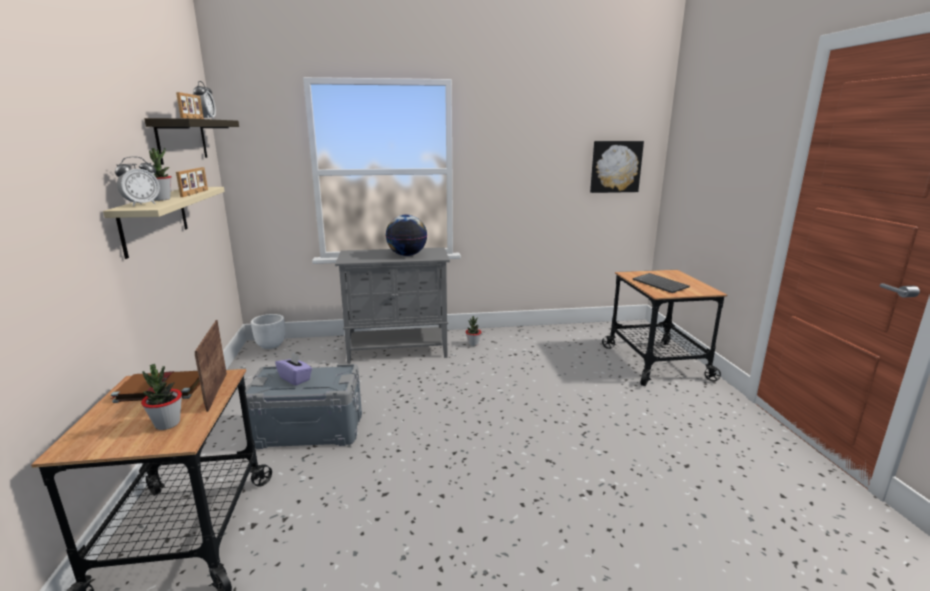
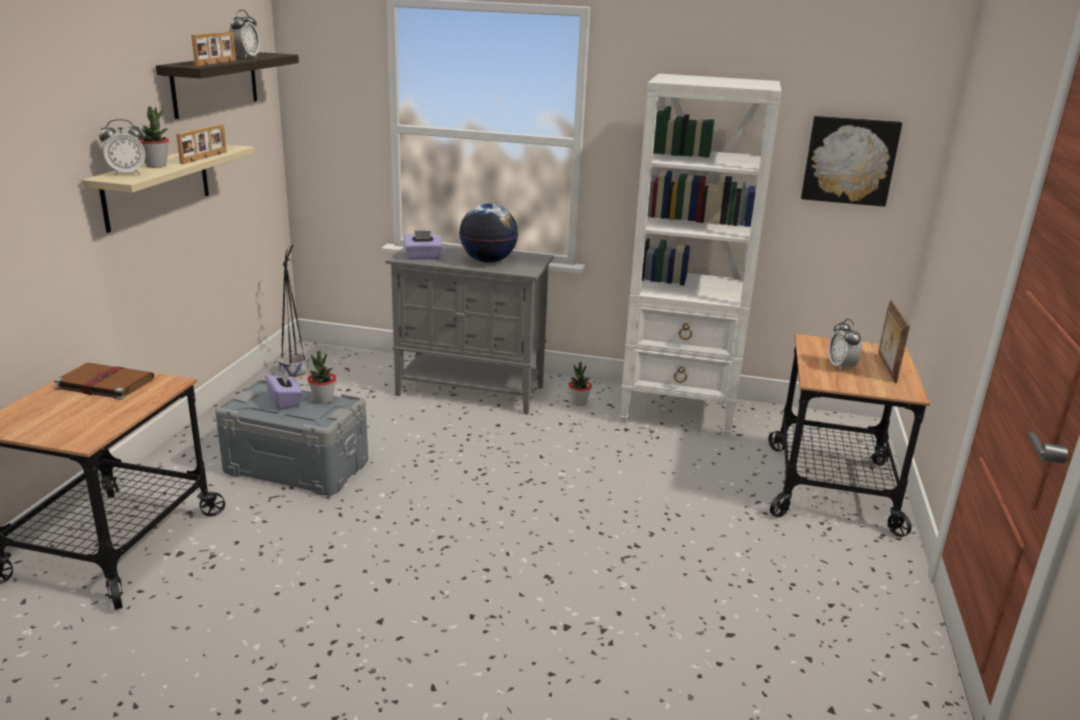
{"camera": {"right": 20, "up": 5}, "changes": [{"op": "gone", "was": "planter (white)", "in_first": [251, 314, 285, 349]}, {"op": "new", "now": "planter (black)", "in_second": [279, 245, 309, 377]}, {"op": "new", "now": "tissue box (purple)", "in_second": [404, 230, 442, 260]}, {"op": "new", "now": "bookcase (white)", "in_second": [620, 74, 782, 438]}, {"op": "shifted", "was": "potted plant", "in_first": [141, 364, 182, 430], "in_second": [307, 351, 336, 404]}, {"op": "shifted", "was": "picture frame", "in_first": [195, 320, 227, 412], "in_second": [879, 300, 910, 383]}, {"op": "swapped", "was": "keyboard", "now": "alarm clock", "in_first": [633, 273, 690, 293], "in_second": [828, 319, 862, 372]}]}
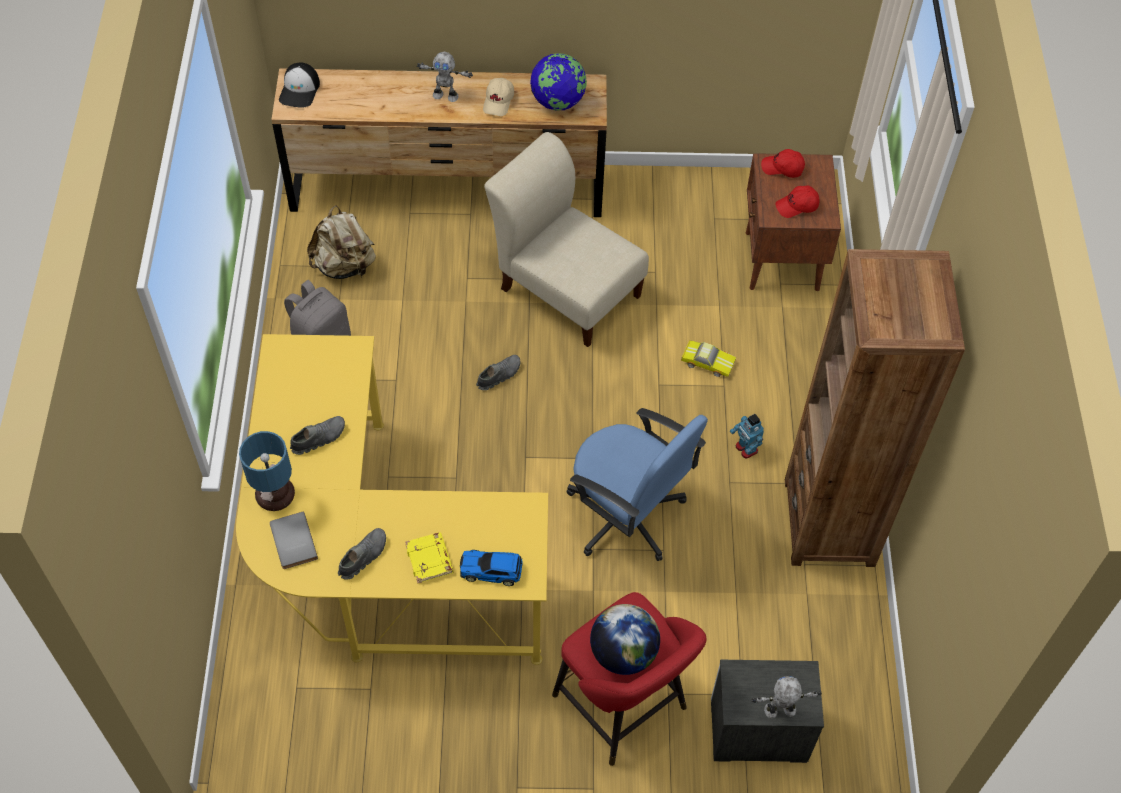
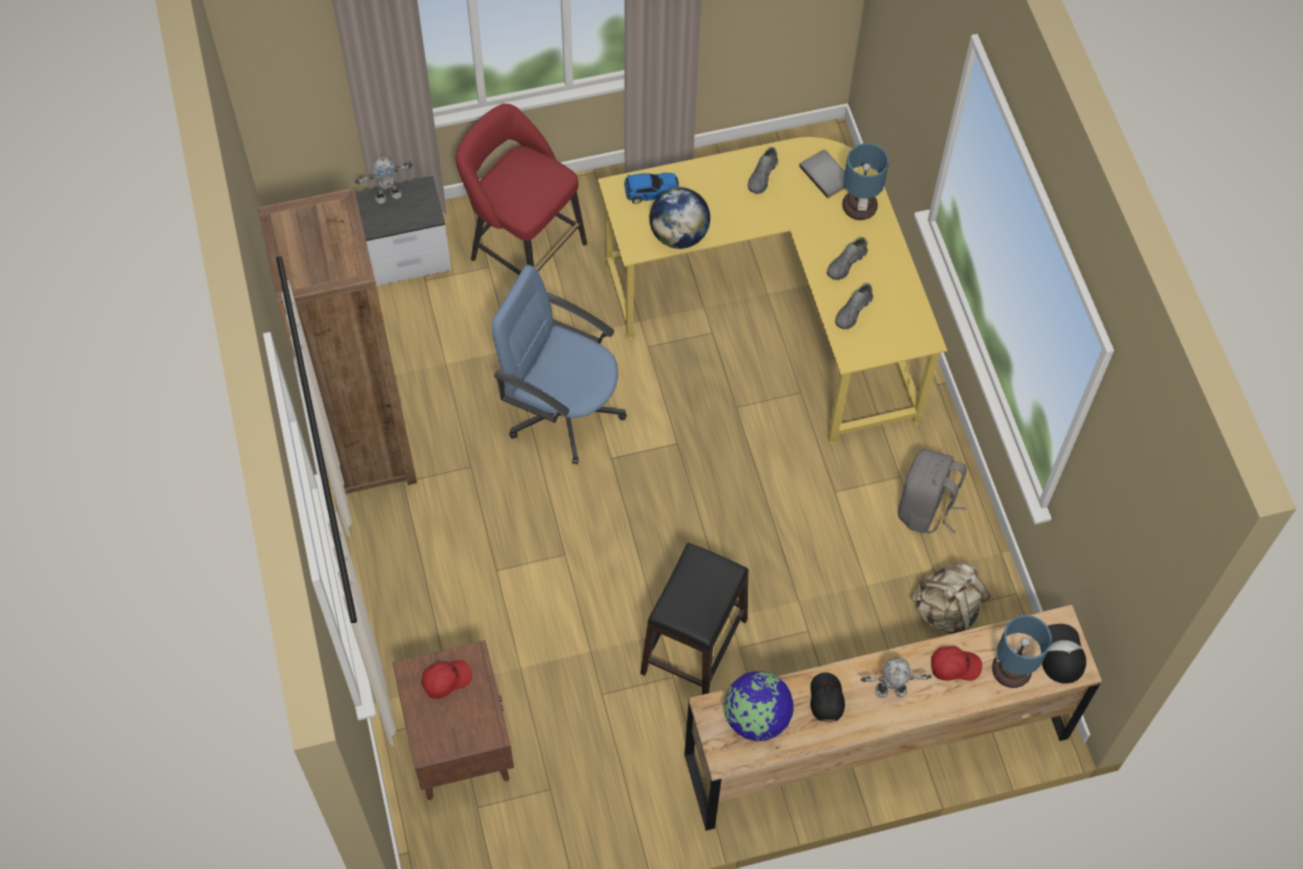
{"camera": {"right": 165, "up": 5}, "changes": [{"op": "gone", "was": "book (yellow)", "in_first": [405, 532, 453, 583]}, {"op": "gone", "was": "toy car", "in_first": [681, 340, 736, 377]}, {"op": "gone", "was": "toy robot", "in_first": [730, 414, 764, 459]}, {"op": "new", "now": "table lamp", "in_second": [992, 615, 1052, 688]}, {"op": "shifted", "was": "shoe (grey)", "in_first": [476, 355, 520, 390], "in_second": [835, 283, 873, 329]}, {"op": "shifted", "was": "globe", "in_first": [590, 604, 660, 675], "in_second": [650, 188, 710, 249]}, {"op": "shifted", "was": "cap (red)", "in_first": [761, 149, 805, 178], "in_second": [931, 646, 982, 681]}, {"op": "swapped", "was": "chair (beige)", "now": "stool (black)", "in_first": [484, 132, 649, 347], "in_second": [640, 543, 749, 695]}, {"op": "repainted", "was": "cap (beige)", "now": "cap (black)", "in_first": [483, 78, 514, 116], "in_second": [810, 672, 845, 722]}]}
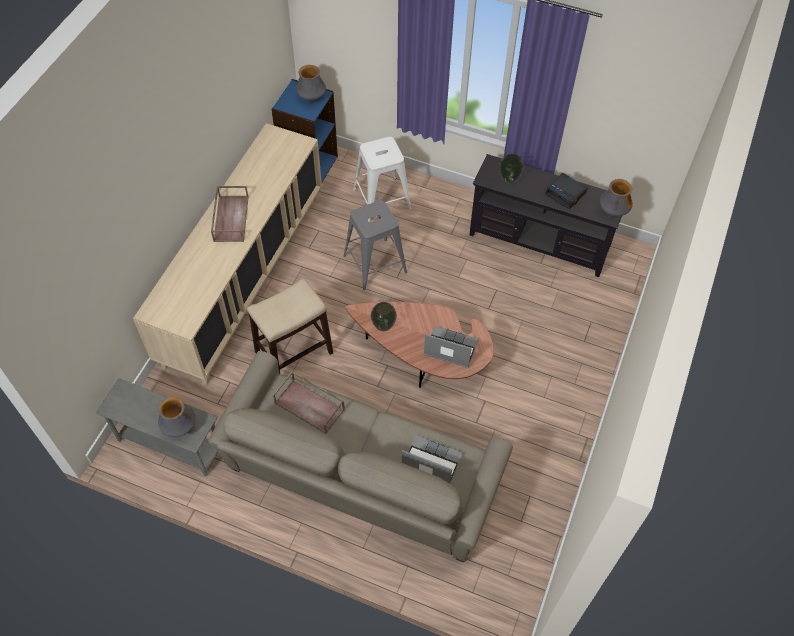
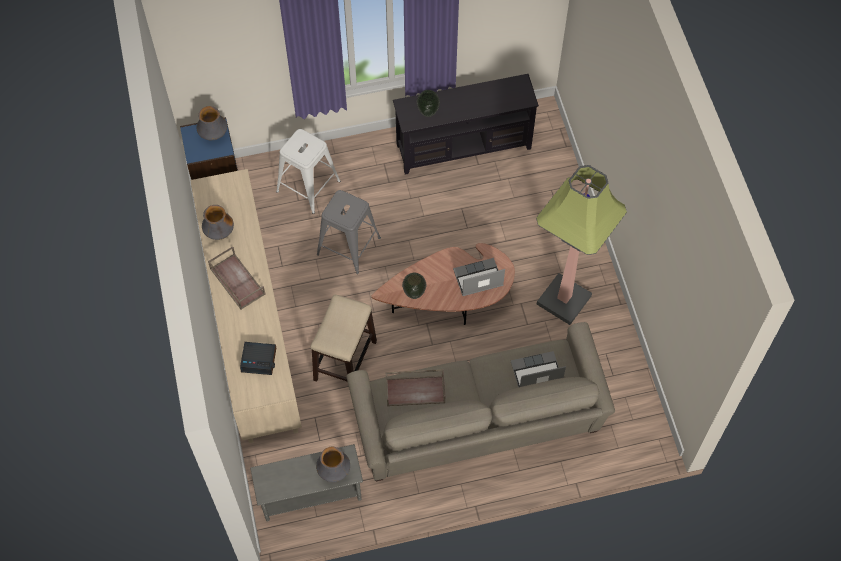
{"camera": {"right": -35, "up": 5}, "changes": [{"op": "new", "now": "floor lamp", "in_second": [536, 165, 627, 325]}, {"op": "shifted", "was": "alarm clock", "in_first": [545, 173, 587, 209], "in_second": [240, 342, 276, 375]}, {"op": "shifted", "was": "vase", "in_first": [600, 179, 633, 217], "in_second": [202, 205, 234, 240]}]}
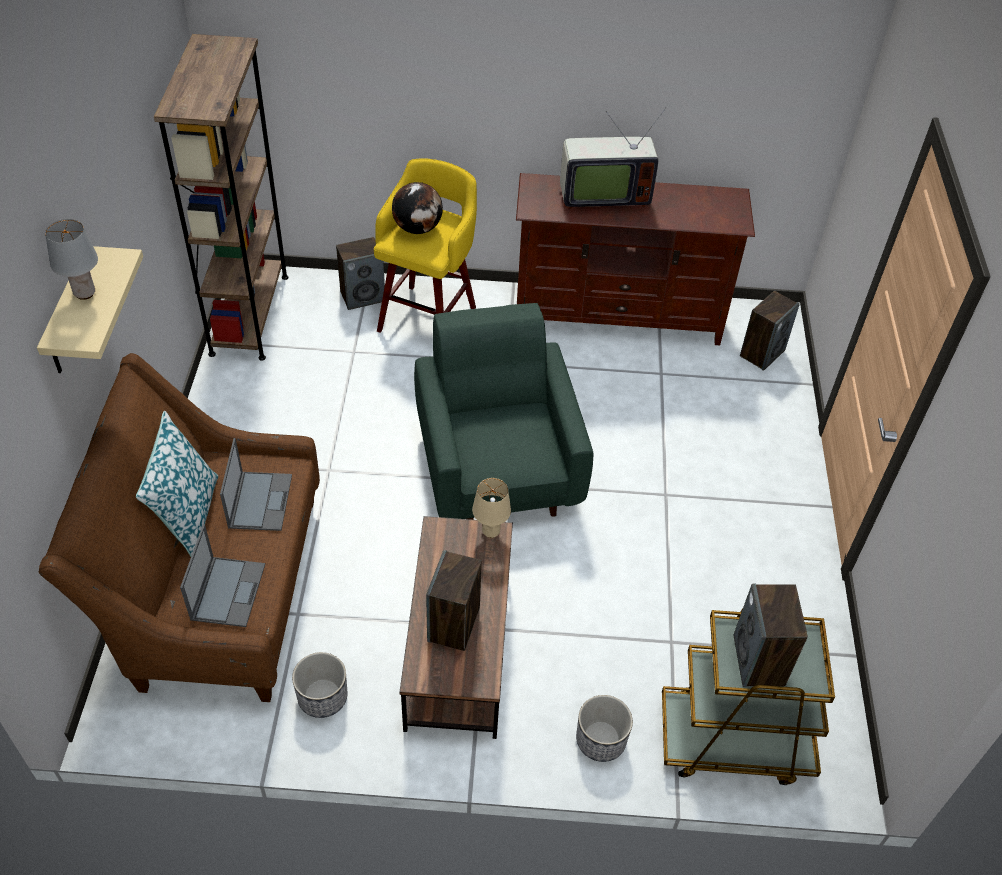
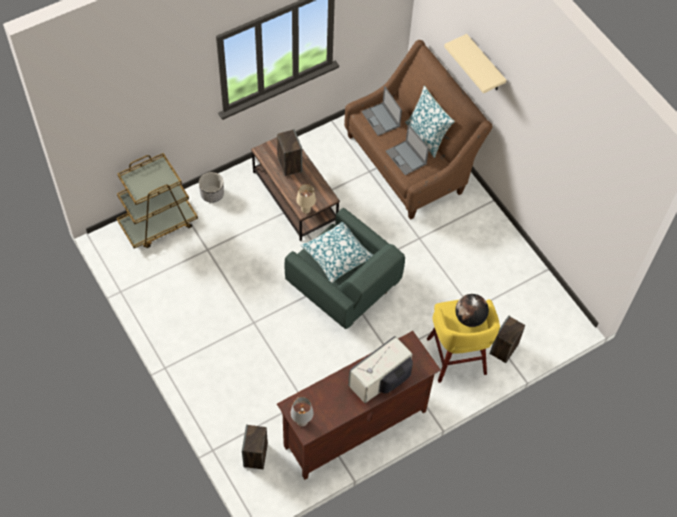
{"camera": {"right": 145, "up": 10}, "changes": [{"op": "gone", "was": "bookcase (brown)", "in_first": [154, 34, 289, 361]}, {"op": "gone", "was": "planter", "in_first": [292, 652, 348, 718]}, {"op": "gone", "was": "speaker", "in_first": [734, 584, 808, 687]}, {"op": "new", "now": "pillow", "in_second": [301, 222, 373, 283]}, {"op": "shifted", "was": "table lamp (grey)", "in_first": [45, 219, 98, 300], "in_second": [291, 397, 314, 426]}]}
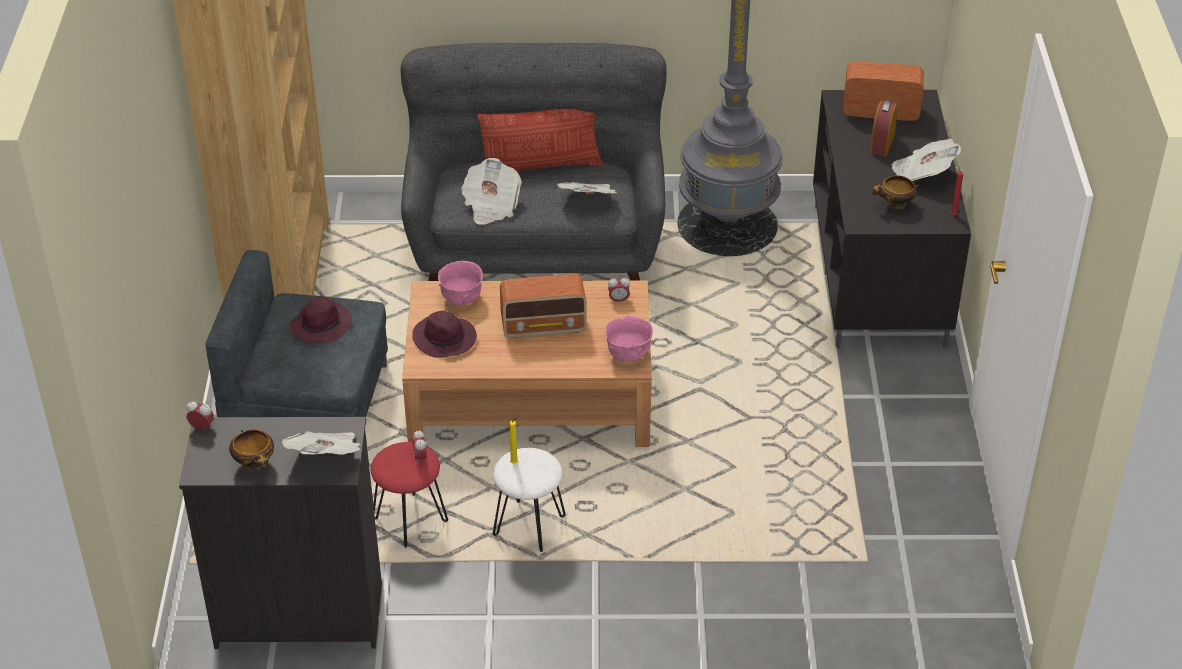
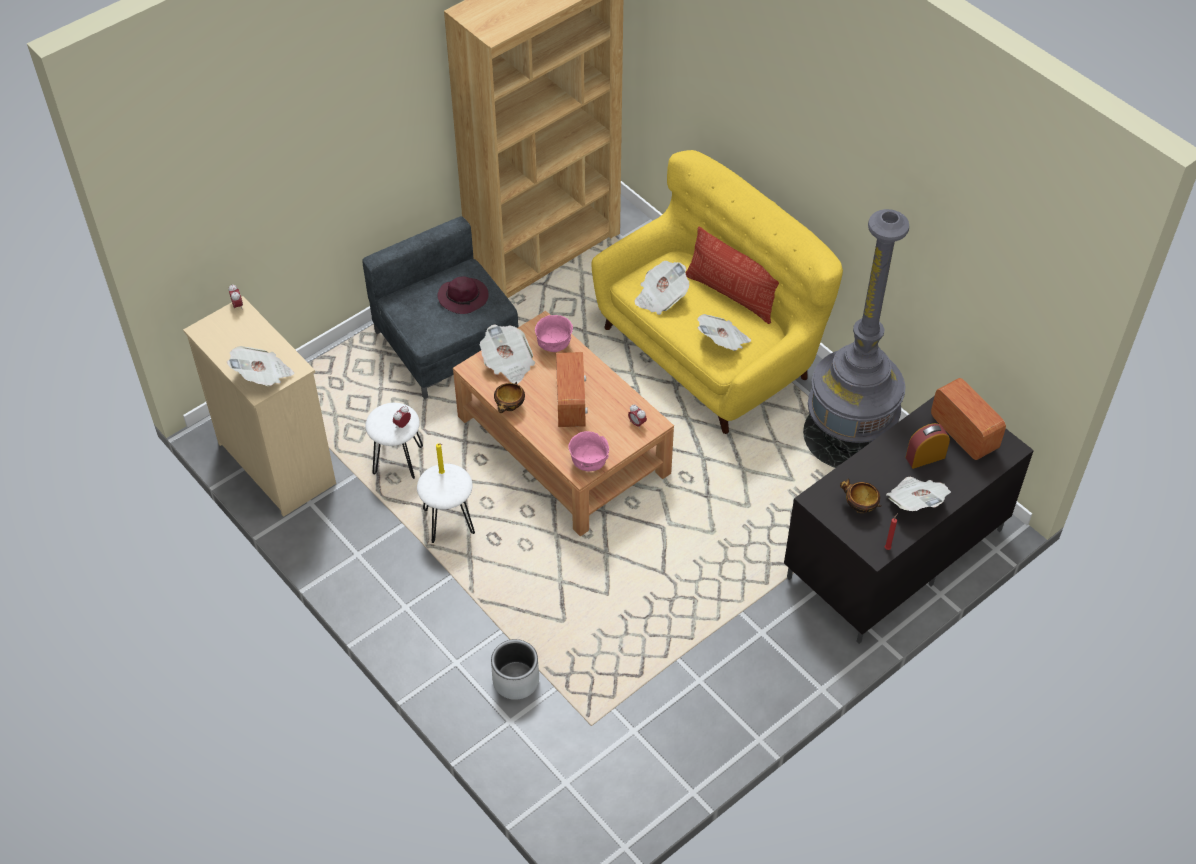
{"camera": {"right": 50, "up": 10}, "changes": [{"op": "new", "now": "planter (grey)", "in_second": [491, 639, 539, 700]}, {"op": "shifted", "was": "bowl", "in_first": [229, 429, 274, 470], "in_second": [494, 382, 525, 413]}, {"op": "swapped", "was": "hat (purple)", "now": "newspaper", "in_first": [412, 311, 477, 358], "in_second": [480, 324, 535, 384]}, {"op": "repainted", "was": "dresser (black)", "now": "dresser (beige)", "in_first": [179, 417, 382, 649], "in_second": [183, 296, 336, 517]}, {"op": "repainted", "was": "stool (red)", "now": "stool (white)", "in_first": [371, 442, 448, 548], "in_second": [365, 403, 423, 479]}, {"op": "repainted", "was": "sofa (grey)", "now": "sofa (yellow)", "in_first": [401, 43, 667, 281], "in_second": [592, 150, 843, 434]}, {"op": "rotated", "was": "radio", "in_first": [500, 274, 586, 338], "in_second": [556, 352, 588, 427], "clockwise": -135}]}
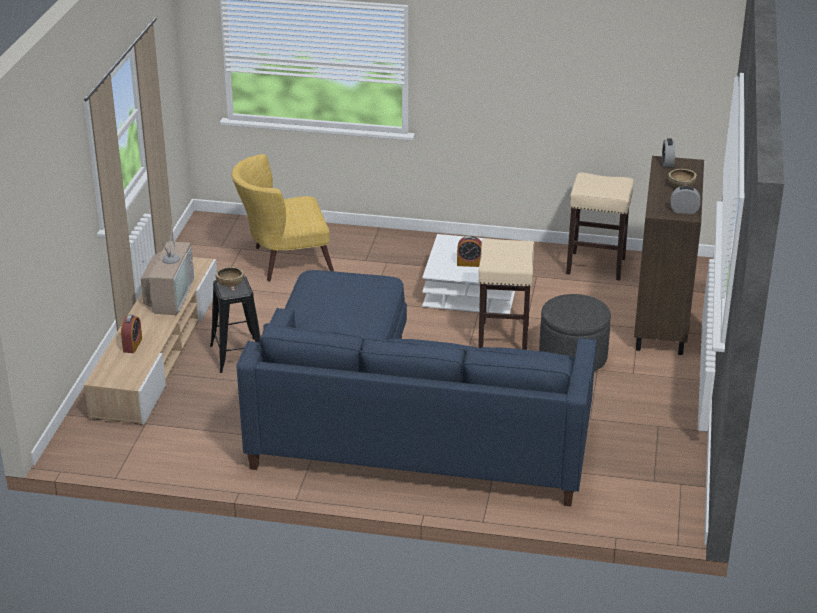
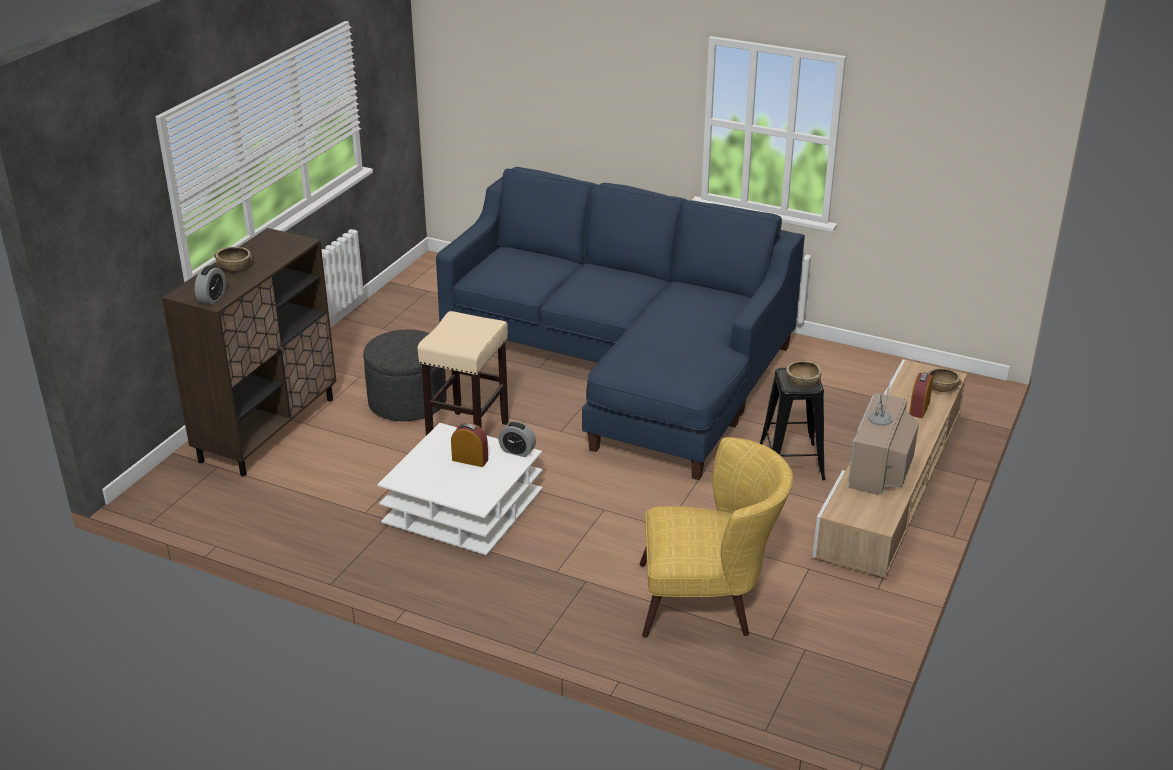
{"camera": {"right": -165, "up": 0}, "changes": [{"op": "gone", "was": "stool (beige)", "in_first": [566, 173, 634, 280]}, {"op": "new", "now": "bowl (brown)", "in_second": [928, 368, 962, 392]}, {"op": "shifted", "was": "alarm clock", "in_first": [671, 186, 700, 214], "in_second": [498, 421, 536, 457]}]}
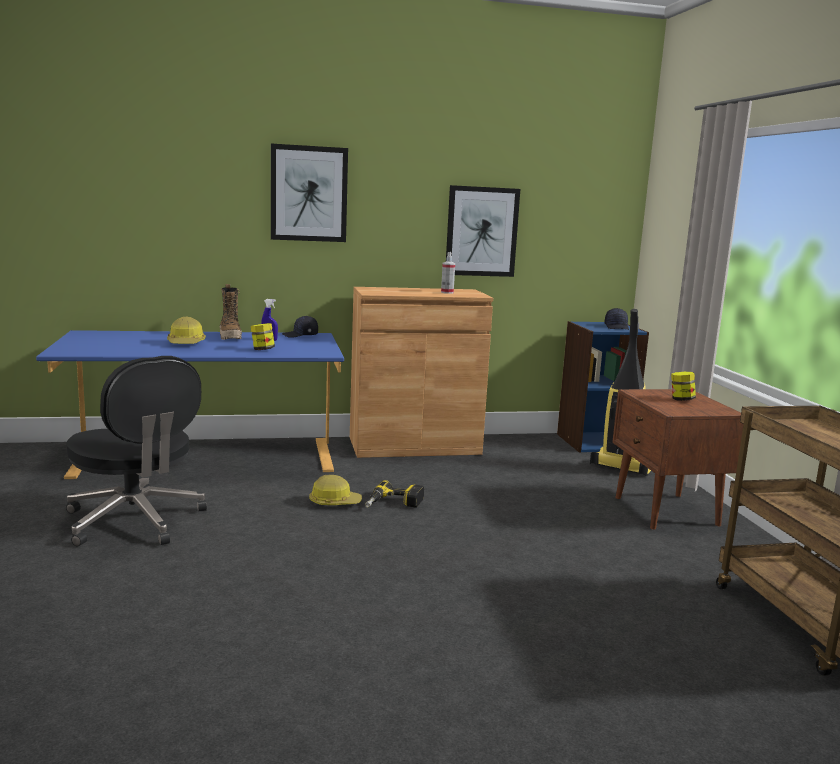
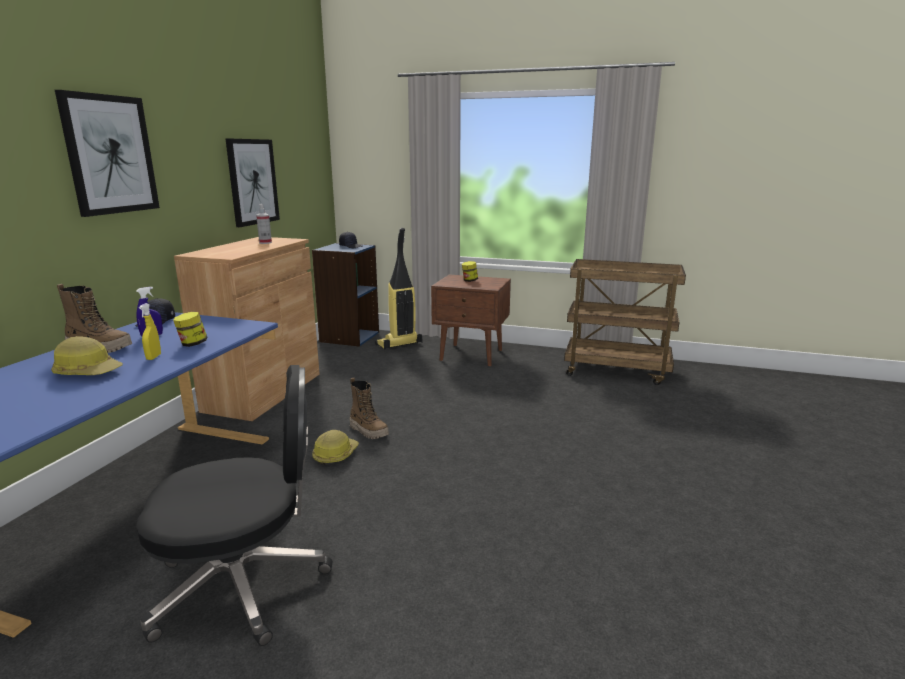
{"camera": {"right": -60, "up": 5}, "changes": [{"op": "new", "now": "spray bottle (yellow)", "in_second": [139, 303, 161, 360]}, {"op": "swapped", "was": "power drill", "now": "boot", "in_first": [365, 480, 424, 508], "in_second": [350, 378, 389, 439]}]}
